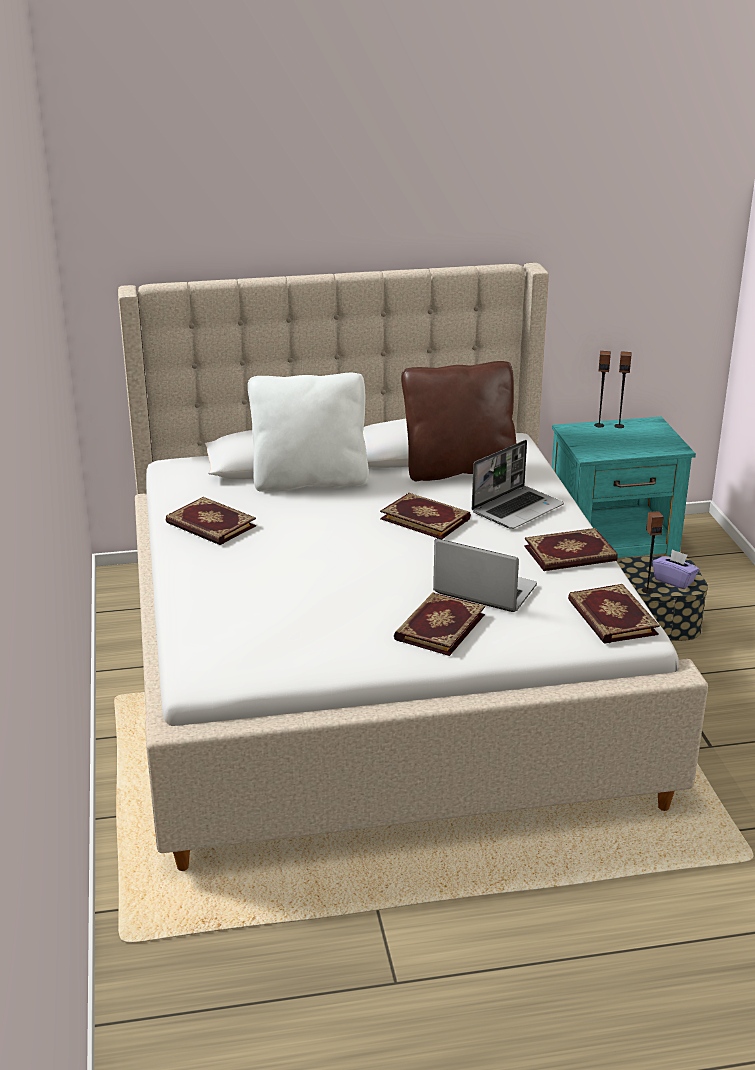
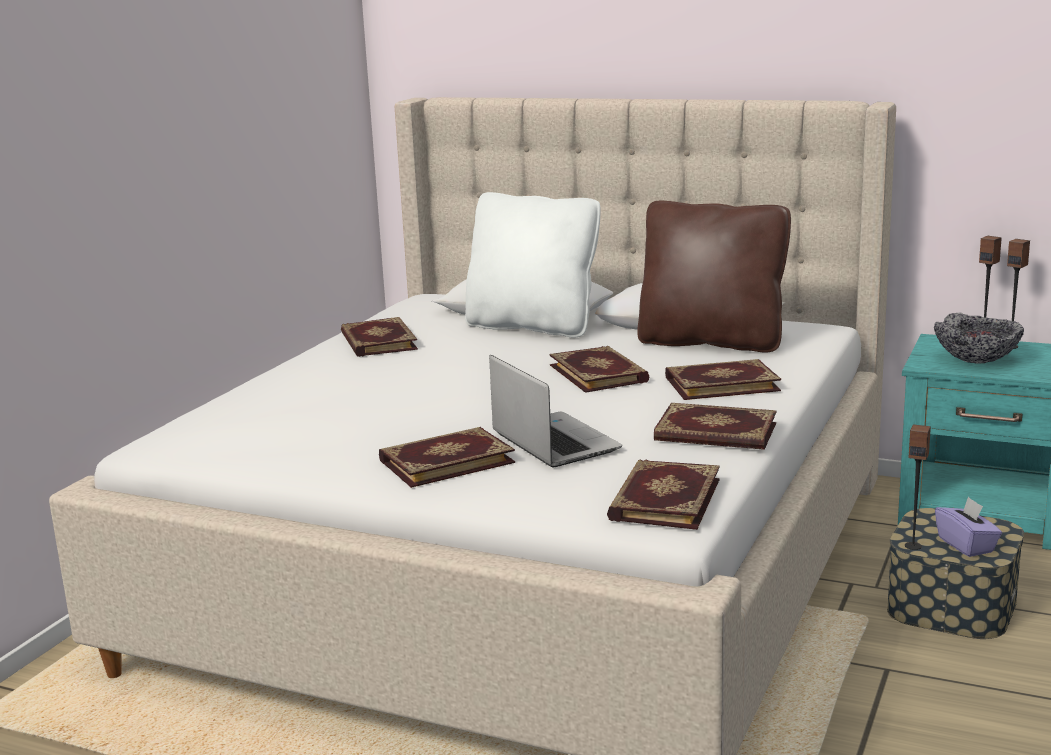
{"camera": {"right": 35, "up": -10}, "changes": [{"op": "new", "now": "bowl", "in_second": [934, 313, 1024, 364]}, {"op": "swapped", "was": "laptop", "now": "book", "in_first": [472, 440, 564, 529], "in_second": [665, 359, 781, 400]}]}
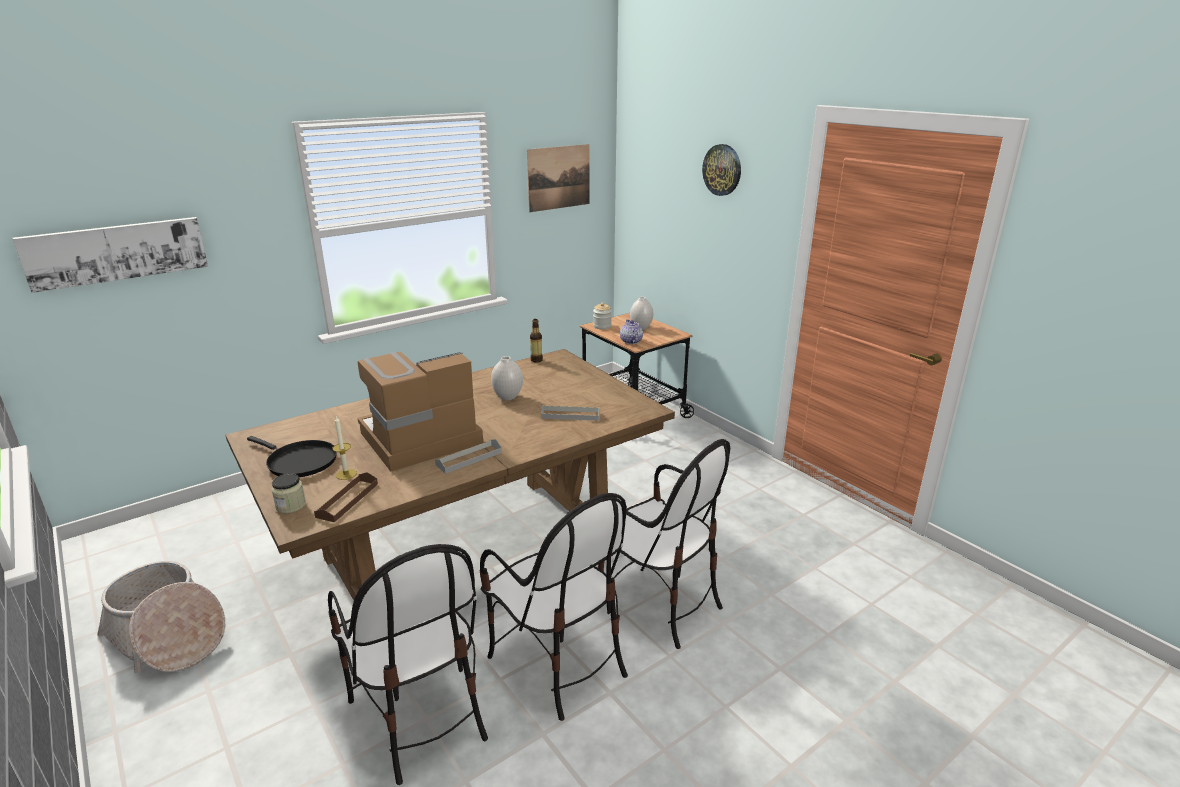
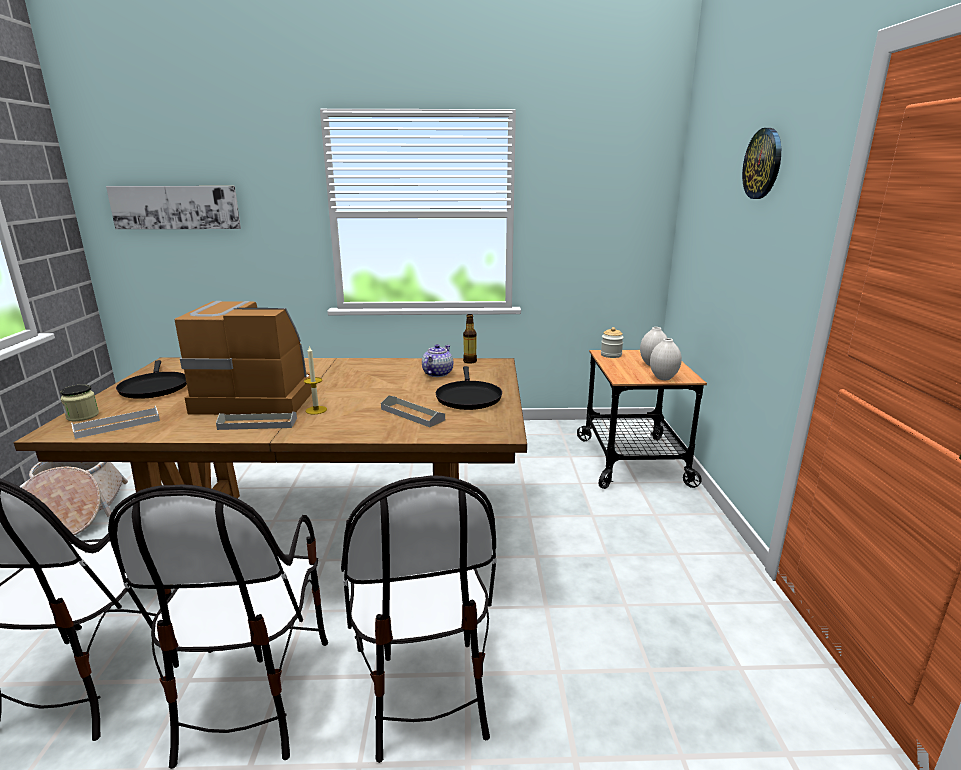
{"camera": {"right": 35, "up": -5}, "changes": [{"op": "gone", "was": "picture", "in_first": [527, 144, 590, 212]}, {"op": "new", "now": "frying pan (black)", "in_second": [436, 366, 502, 410]}, {"op": "shifted", "was": "candle", "in_first": [332, 416, 357, 480], "in_second": [304, 345, 327, 415]}, {"op": "shifted", "was": "vase (white)", "in_first": [491, 356, 523, 400], "in_second": [650, 338, 682, 380]}, {"op": "shifted", "was": "teapot", "in_first": [620, 319, 643, 344], "in_second": [422, 344, 453, 377]}, {"op": "repainted", "was": "tray (brown)", "now": "tray (white)", "in_first": [314, 472, 378, 522], "in_second": [71, 406, 160, 439]}]}
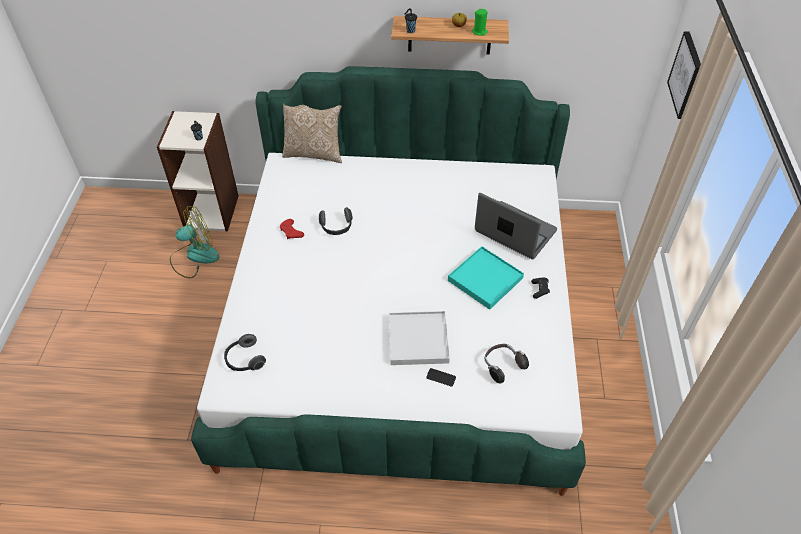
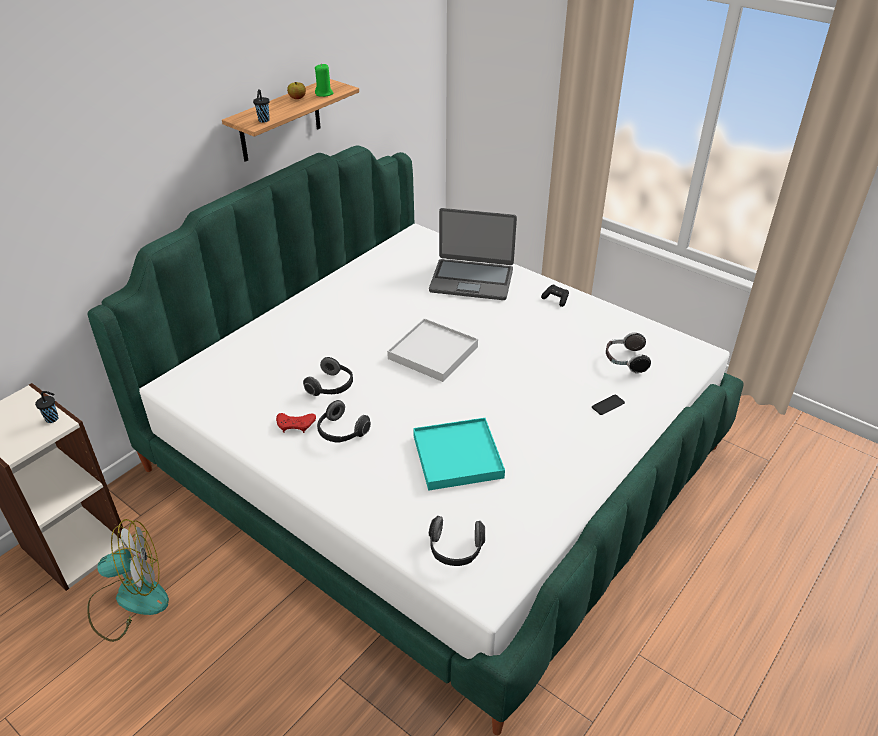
{"camera": {"right": -55, "up": -10}, "changes": [{"op": "gone", "was": "pillow", "in_first": [282, 104, 342, 163]}, {"op": "gone", "was": "picture", "in_first": [667, 31, 701, 119]}, {"op": "new", "now": "headphones", "in_second": [317, 400, 371, 443]}, {"op": "shifted", "was": "tray (white)", "in_first": [389, 311, 450, 365], "in_second": [387, 318, 478, 382]}, {"op": "shifted", "was": "tray (turquoise)", "in_first": [448, 246, 524, 310], "in_second": [413, 418, 505, 491]}, {"op": "rotated", "was": "fan", "in_first": [170, 206, 219, 278], "in_second": [87, 519, 169, 642], "clockwise": 60}, {"op": "rotated", "was": "laptop", "in_first": [475, 193, 557, 259], "in_second": [429, 208, 517, 300], "clockwise": -150}]}
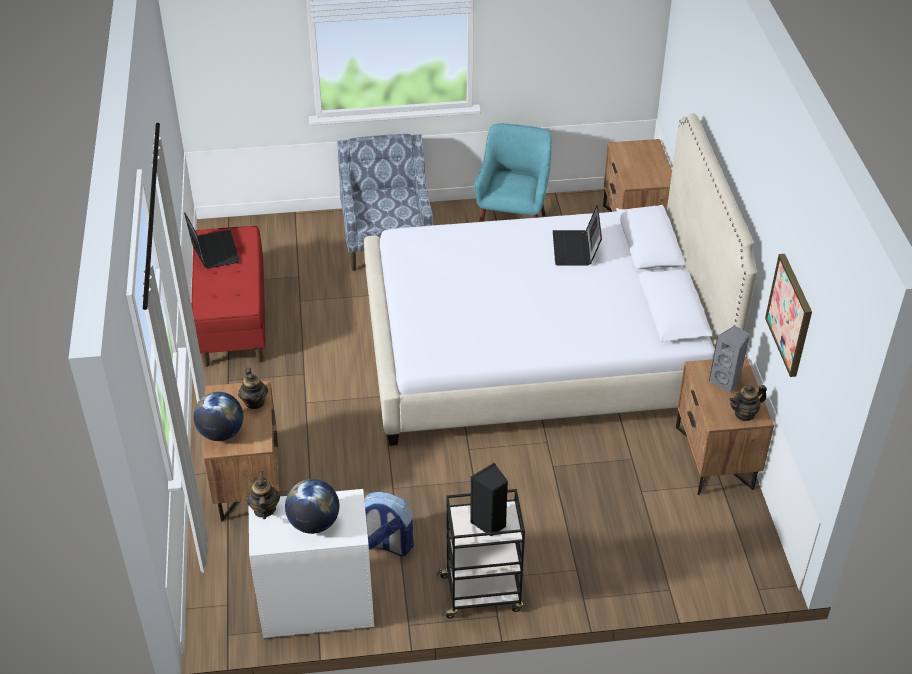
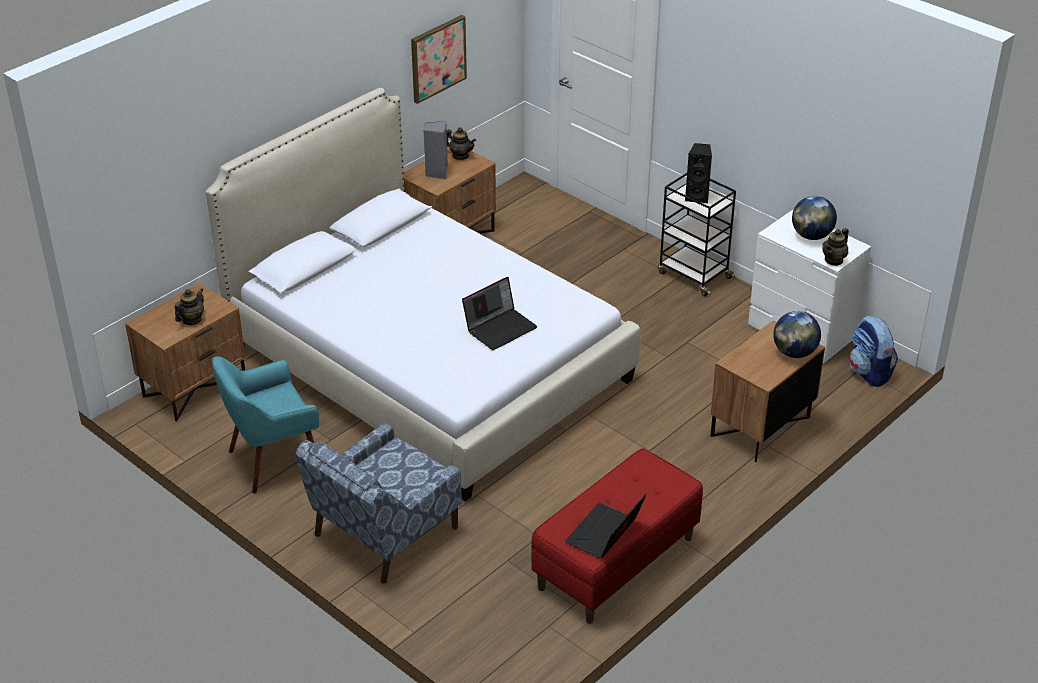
{"camera": {"right": -130, "up": -5}, "changes": [{"op": "shifted", "was": "teapot", "in_first": [238, 368, 268, 409], "in_second": [175, 288, 204, 325]}, {"op": "shifted", "was": "backpack", "in_first": [364, 492, 414, 556], "in_second": [849, 315, 898, 387]}, {"op": "shifted", "was": "laptop", "in_first": [553, 205, 602, 265], "in_second": [462, 277, 537, 350]}]}
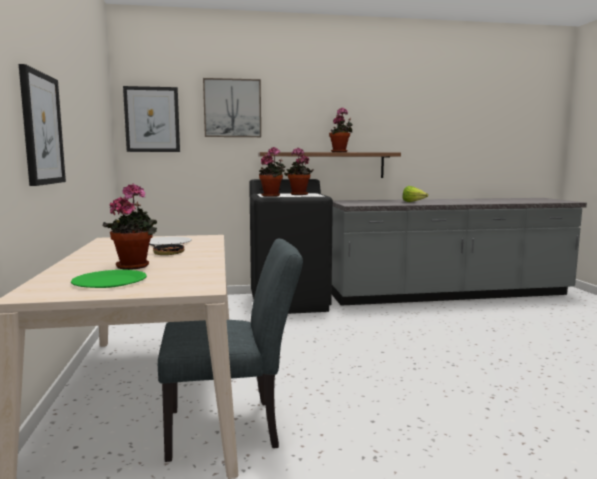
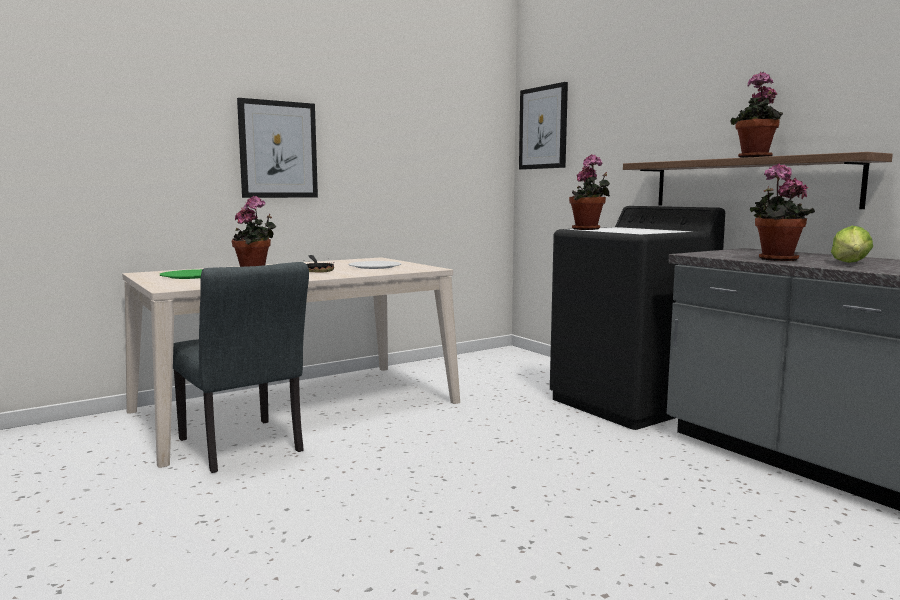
{"camera": {"right": 65, "up": 0}, "changes": [{"op": "gone", "was": "picture", "in_first": [203, 78, 261, 137]}, {"op": "shifted", "was": "potted plant", "in_first": [284, 148, 314, 195], "in_second": [749, 163, 815, 261]}]}
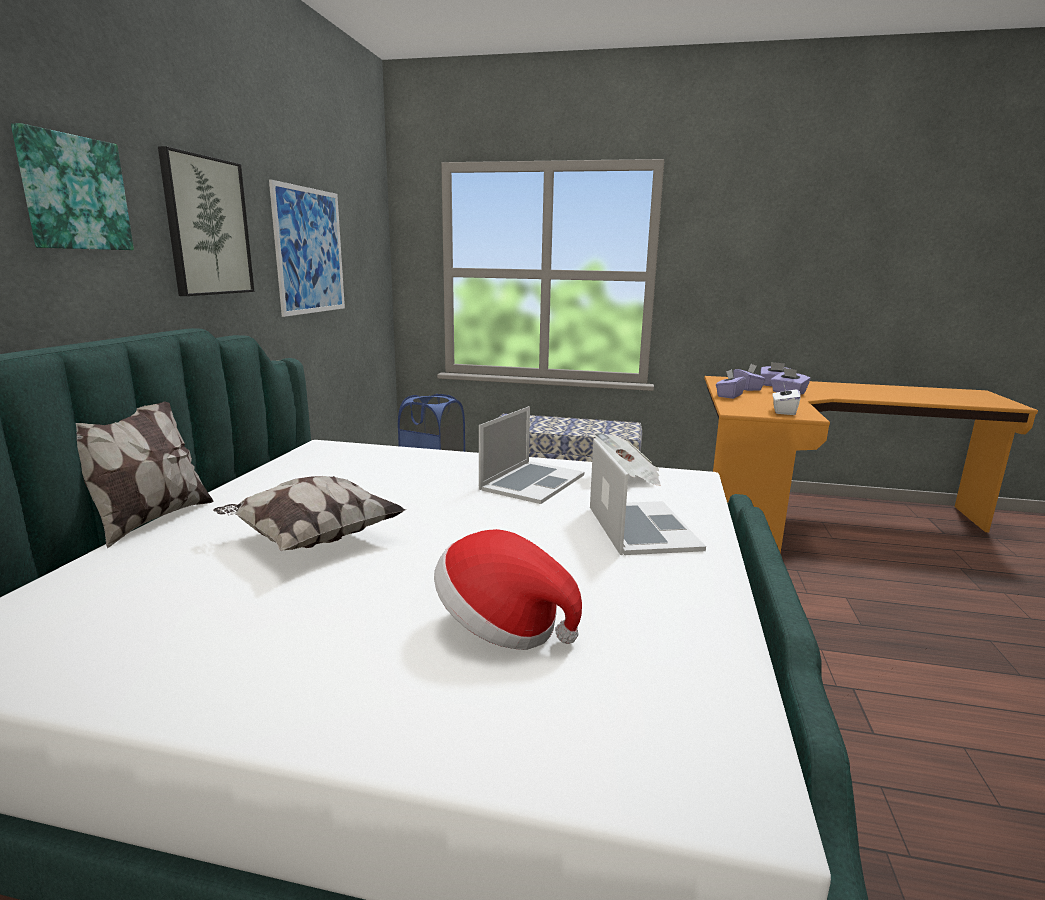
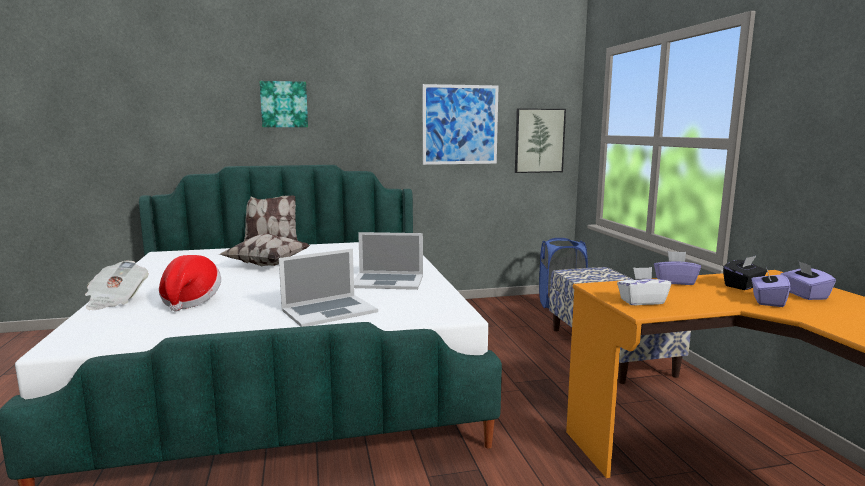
{"camera": {"right": 65, "up": -5}, "changes": [{"op": "shifted", "was": "picture", "in_first": [158, 146, 254, 296], "in_second": [515, 108, 566, 173]}, {"op": "shifted", "was": "newspaper", "in_first": [593, 432, 661, 486], "in_second": [85, 261, 148, 310]}, {"op": "repainted", "was": "tissue box (purple)", "now": "tissue box (black)", "in_first": [733, 364, 766, 391], "in_second": [723, 256, 767, 290]}]}
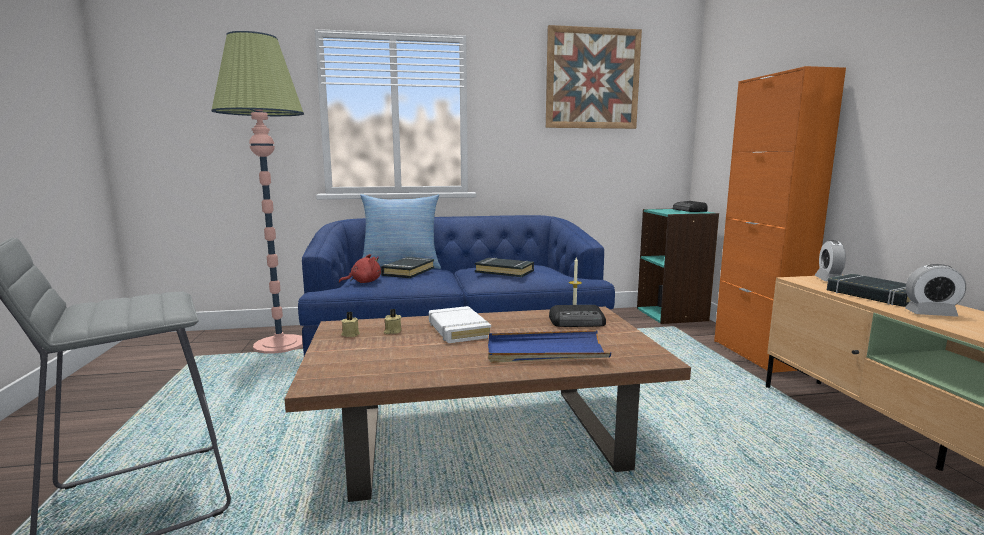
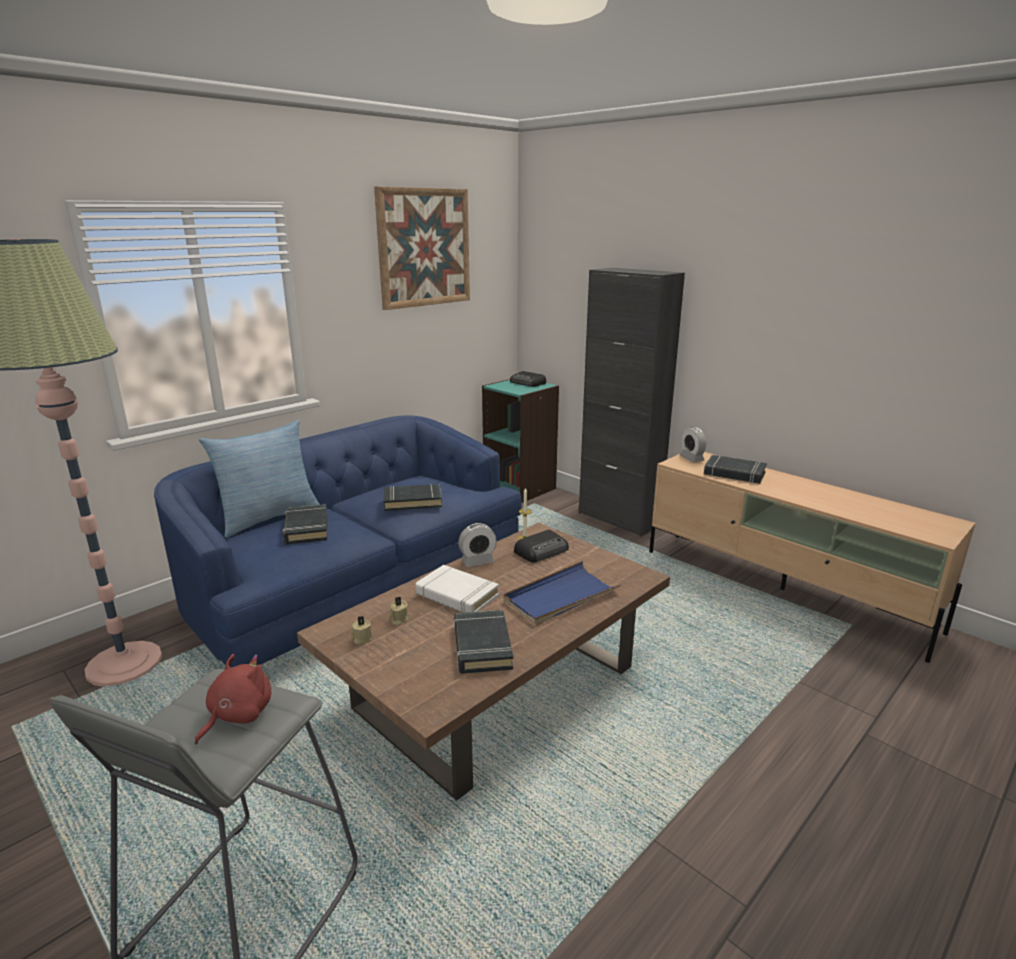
{"camera": {"right": -35, "up": 10}, "changes": [{"op": "new", "now": "book (black)", "in_second": [454, 610, 513, 674]}, {"op": "shifted", "was": "plush toy (red)", "in_first": [339, 254, 381, 283], "in_second": [195, 654, 271, 744]}, {"op": "shifted", "was": "alarm clock", "in_first": [905, 264, 966, 317], "in_second": [458, 523, 497, 567]}, {"op": "repainted", "was": "cabinet (orange)", "now": "cabinet (black)", "in_first": [714, 66, 846, 373], "in_second": [579, 268, 685, 537]}]}
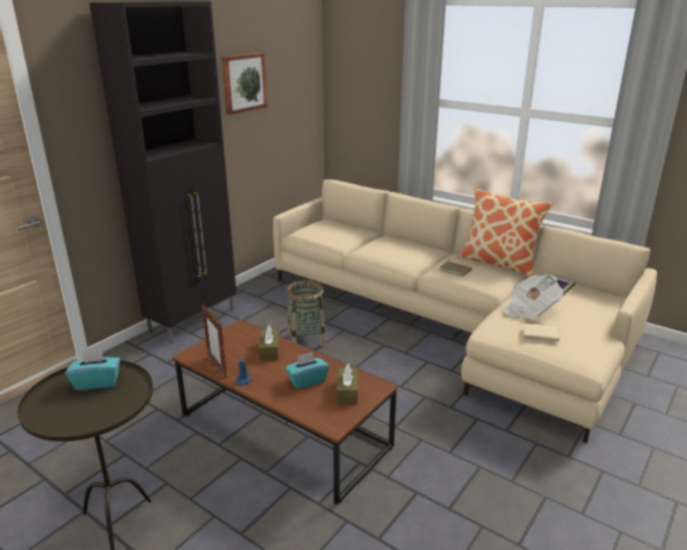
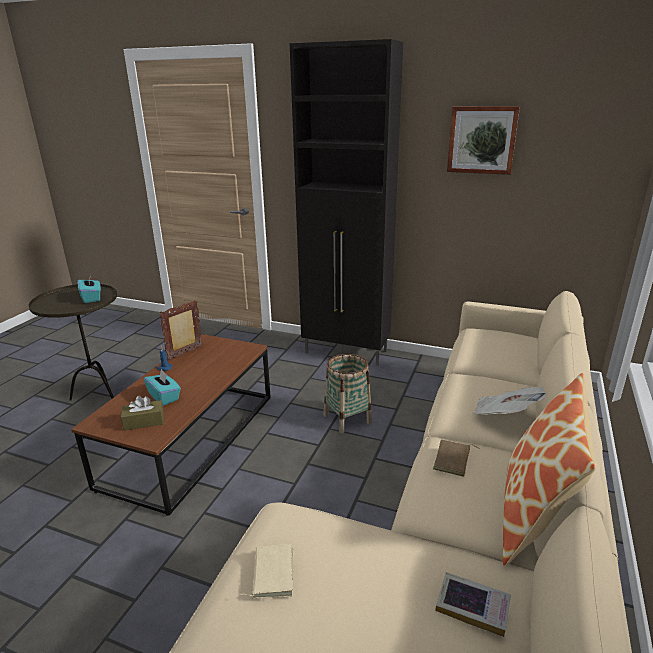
{"camera": {"right": 75, "up": 0}, "changes": [{"op": "gone", "was": "tissue box (brown)", "in_first": [259, 325, 279, 360]}, {"op": "shifted", "was": "newspaper", "in_first": [504, 275, 563, 320], "in_second": [472, 387, 547, 415]}]}
